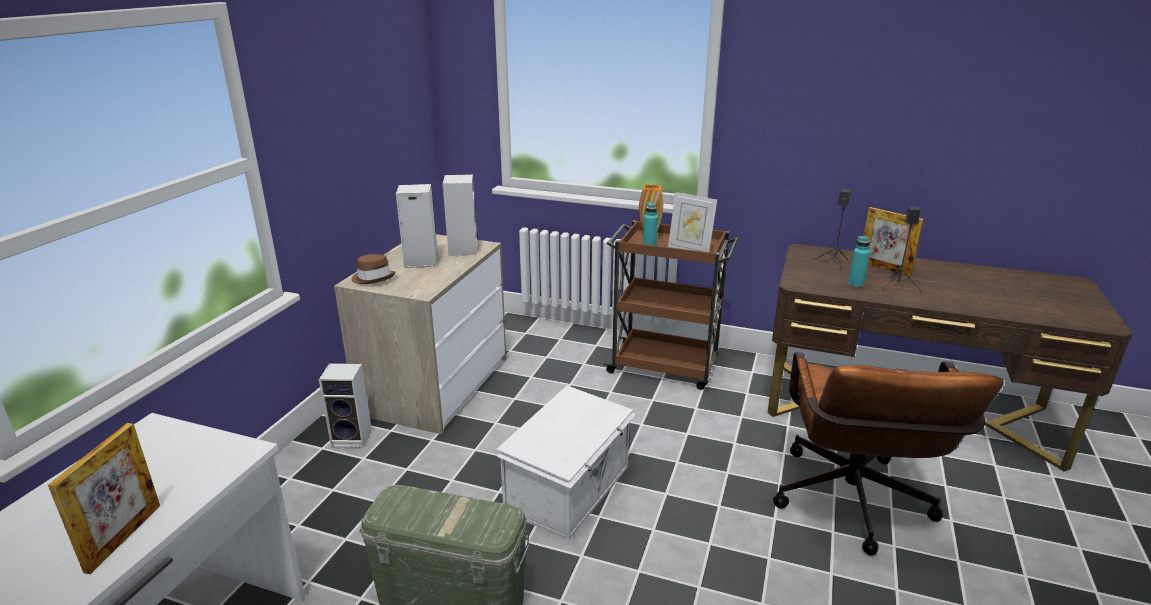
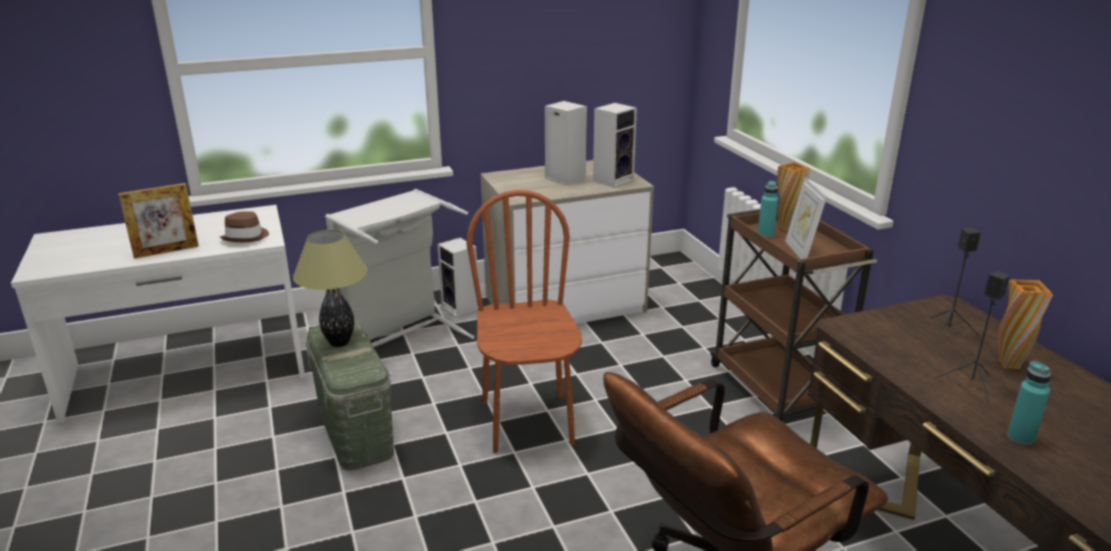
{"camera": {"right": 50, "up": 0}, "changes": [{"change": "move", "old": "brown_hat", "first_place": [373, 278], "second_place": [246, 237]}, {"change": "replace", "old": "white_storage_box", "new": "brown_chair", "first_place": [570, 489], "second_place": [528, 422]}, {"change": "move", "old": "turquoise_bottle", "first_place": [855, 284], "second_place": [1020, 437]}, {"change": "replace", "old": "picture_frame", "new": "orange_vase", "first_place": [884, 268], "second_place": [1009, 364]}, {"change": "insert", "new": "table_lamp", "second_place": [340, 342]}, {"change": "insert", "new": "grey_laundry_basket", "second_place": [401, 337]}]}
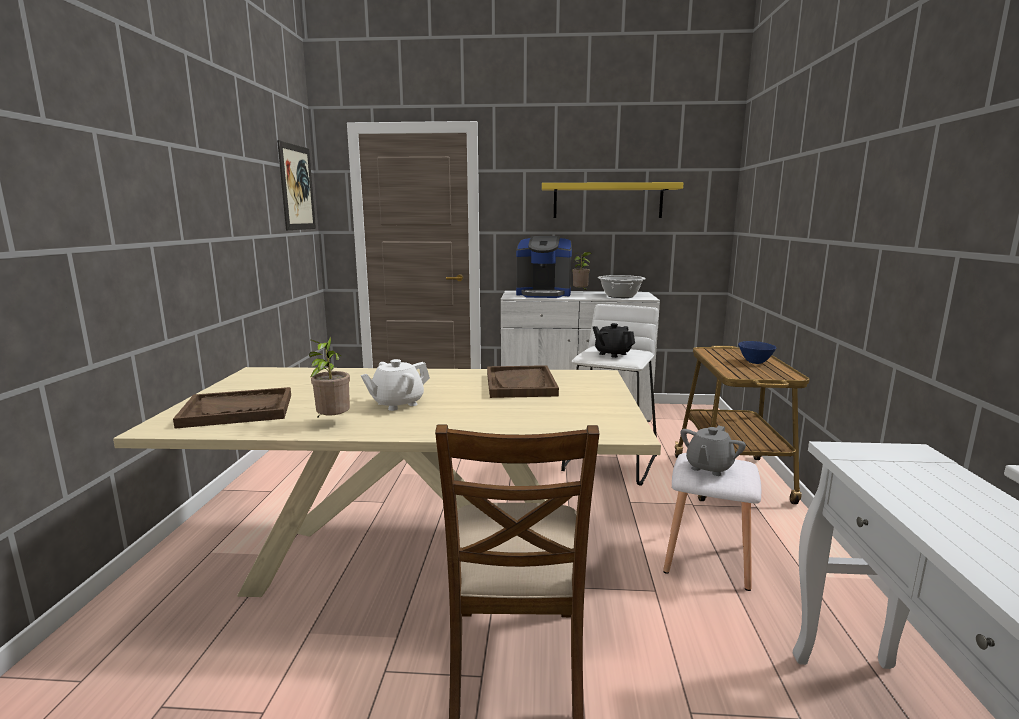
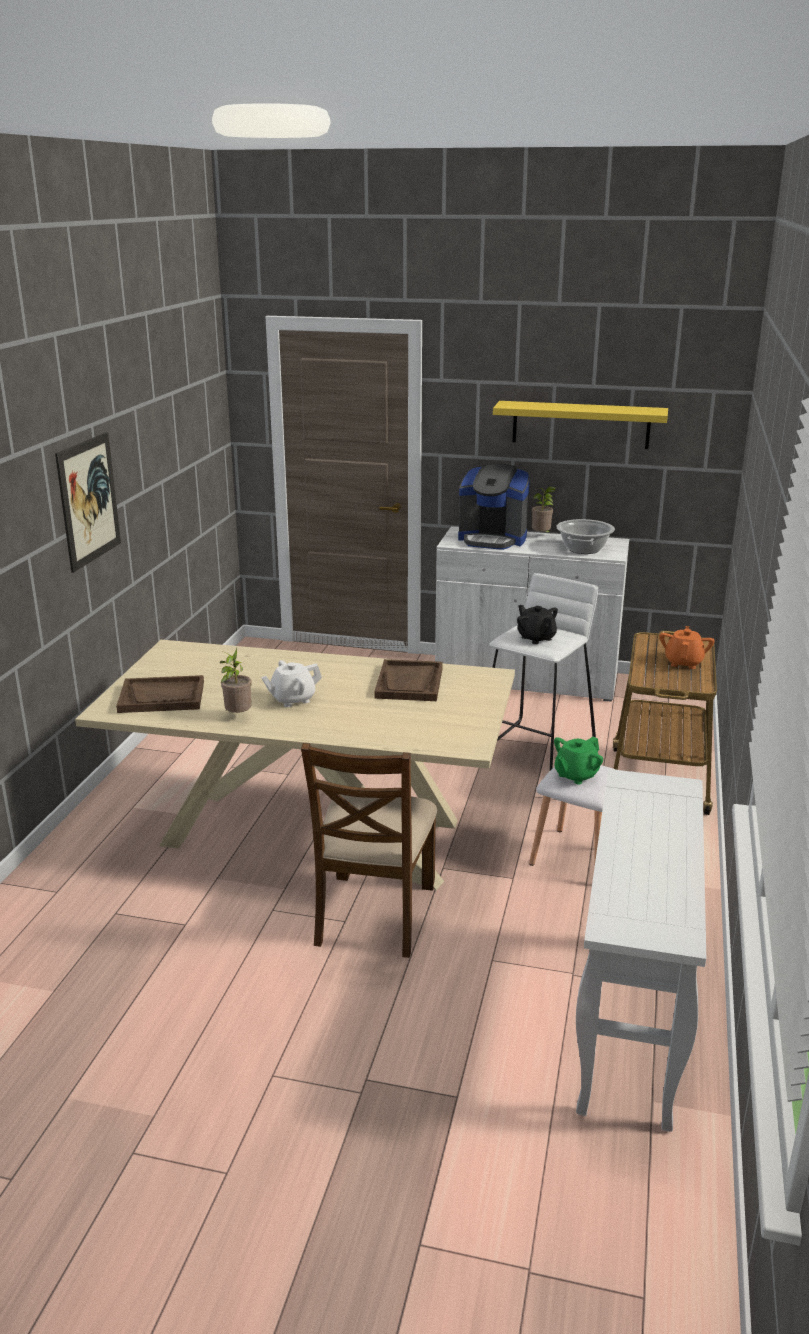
{"camera": {"right": 10, "up": 10}, "changes": [{"change": "move", "old": "picture", "first_place": [297, 187], "second_place": [89, 501]}, {"change": "recolor", "old": "grey_teapot", "new": "green_teapot", "first_place": [709, 467], "second_place": [576, 775]}, {"change": "replace", "old": "blue_bowl", "new": "orange_teapot", "first_place": [755, 362], "second_place": [683, 662]}]}
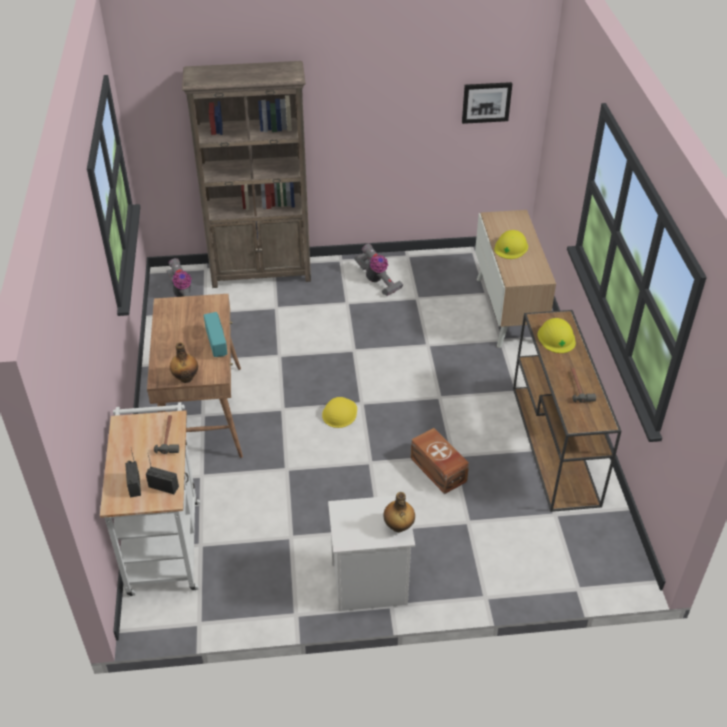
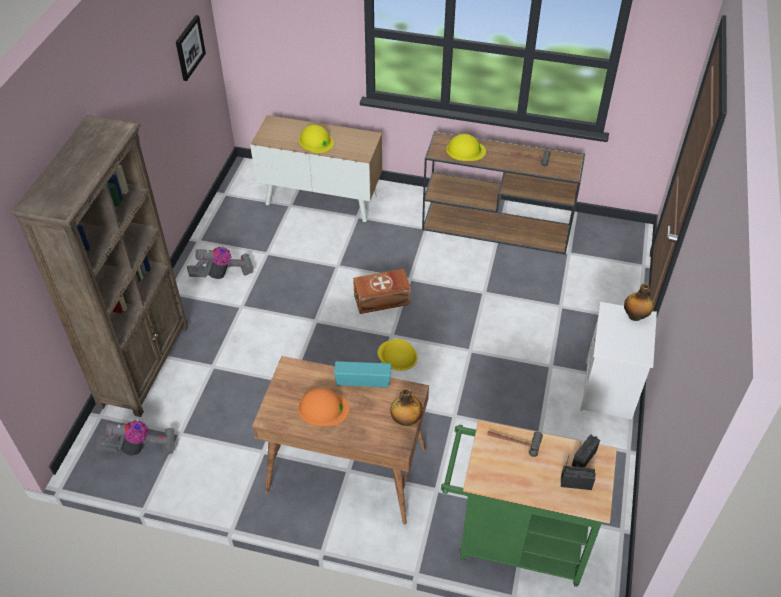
{"camera": {"right": -70, "up": 5}, "changes": [{"change": "recolor", "old": "white_cart", "new": "green_cart", "first_place": [164, 541], "second_place": [514, 541]}, {"change": "move", "old": "brown_storage_box", "first_place": [438, 470], "second_place": [382, 300]}, {"change": "insert", "new": "orange_hard_hat", "second_place": [323, 408]}]}
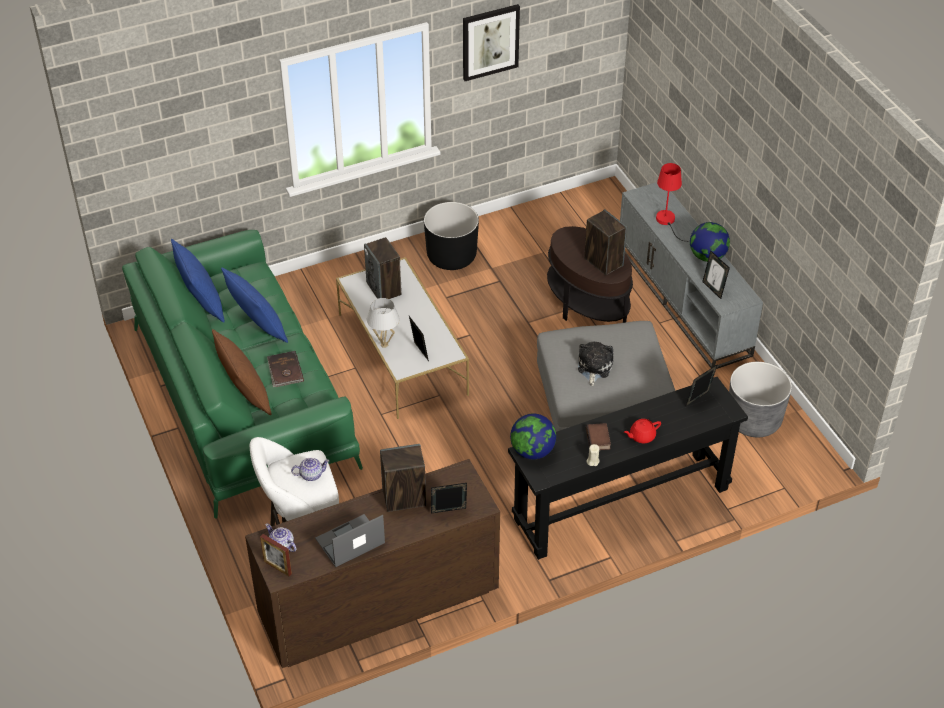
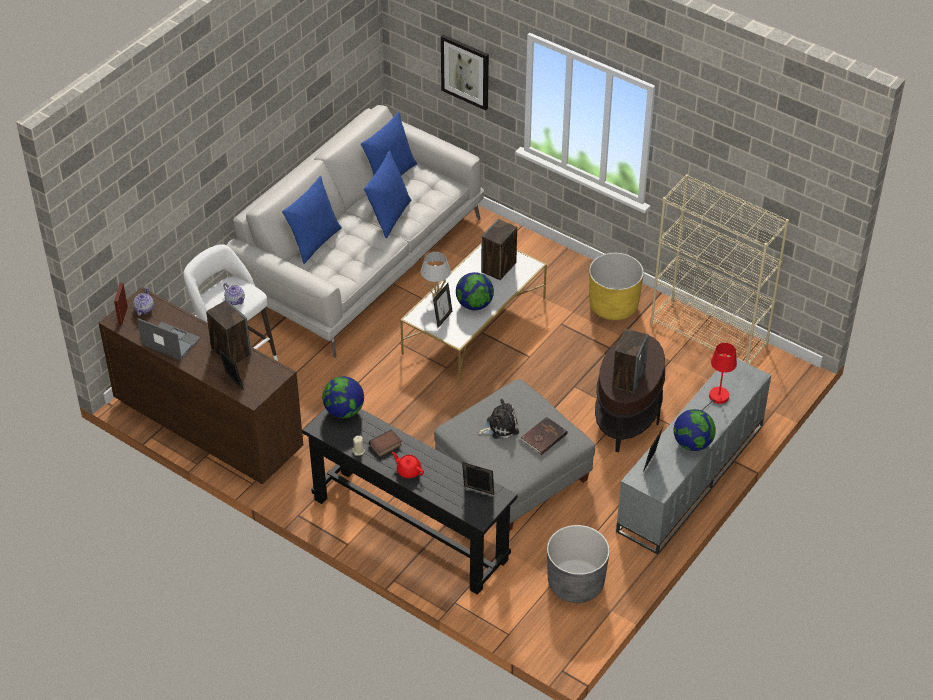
{"camera": {"right": 60, "up": 0}, "changes": [{"change": "recolor", "old": "green_sofa", "new": "white_sofa", "first_place": [242, 394], "second_place": [360, 258]}, {"change": "recolor", "old": "brown_pillow", "new": "blue_pillow", "first_place": [245, 395], "second_place": [314, 242]}, {"change": "move", "old": "brown_book", "first_place": [284, 371], "second_place": [543, 437]}, {"change": "recolor", "old": "black_planter", "new": "yellow_planter", "first_place": [451, 256], "second_place": [613, 306]}, {"change": "move", "old": "picture", "first_place": [490, 42], "second_place": [465, 71]}, {"change": "insert", "new": "globe", "second_place": [474, 305]}, {"change": "insert", "new": "beige_bookcase", "second_place": [709, 334]}]}
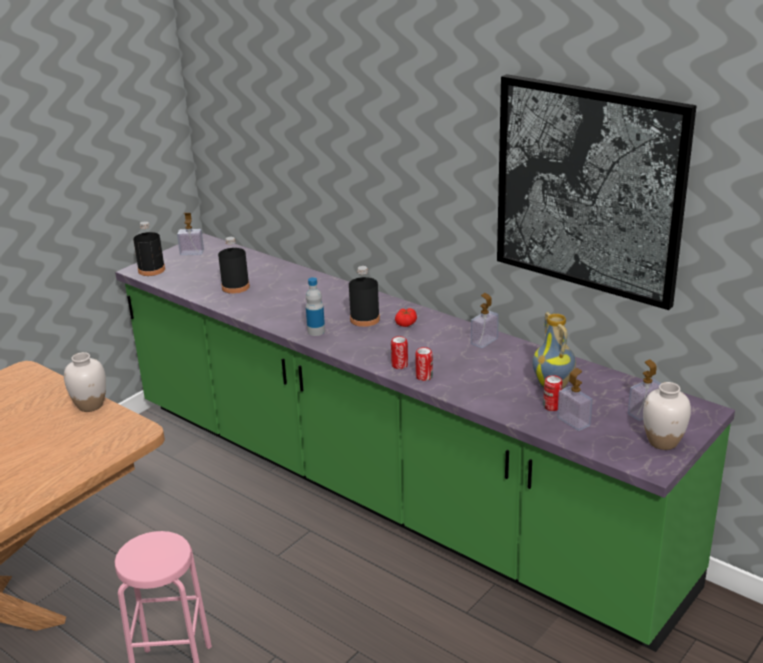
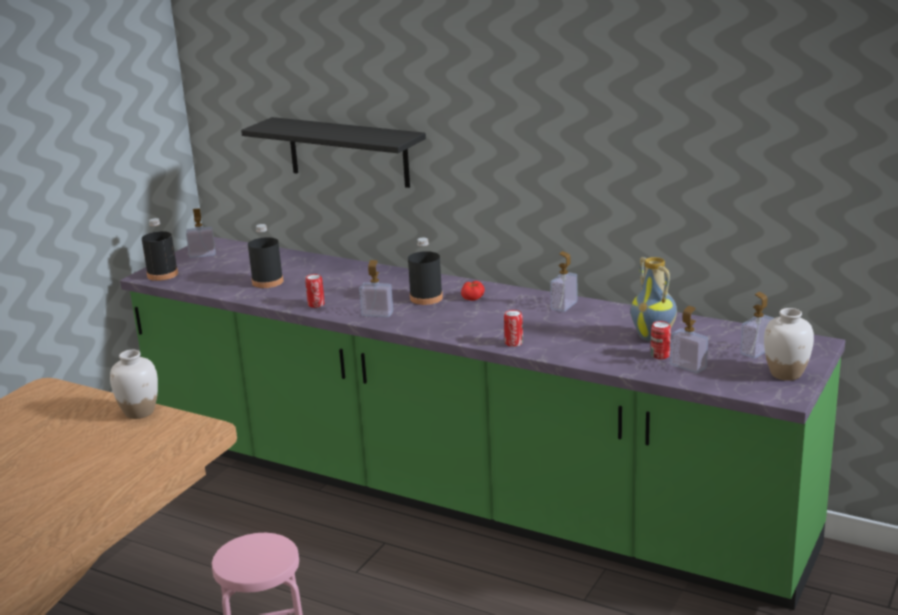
{"camera": {"right": -10, "up": -5}, "changes": [{"change": "replace", "old": "bottle", "new": "soap_dispenser", "first_place": [316, 331], "second_place": [377, 314]}, {"change": "move", "old": "can", "first_place": [399, 365], "second_place": [316, 304]}, {"change": "delete", "old": "picture", "first_place": [589, 189]}, {"change": "insert", "new": "black_shelf", "second_place": [348, 152]}]}
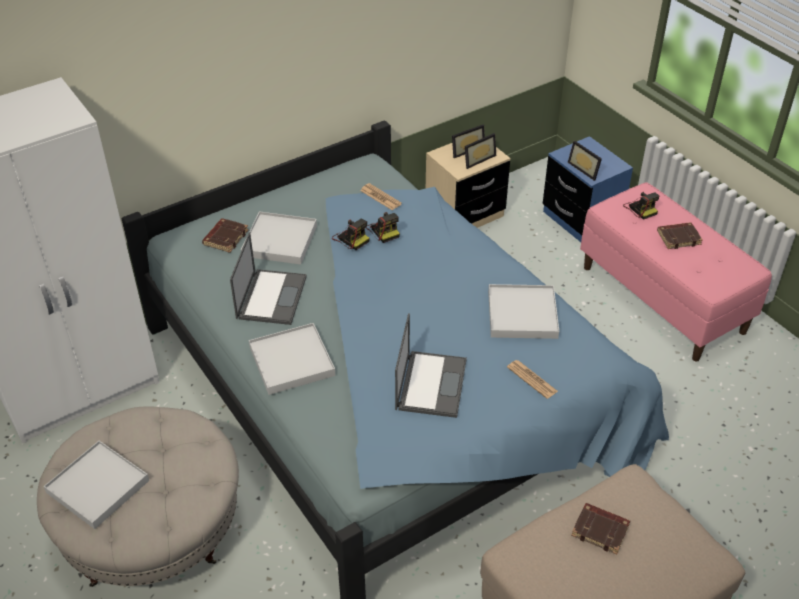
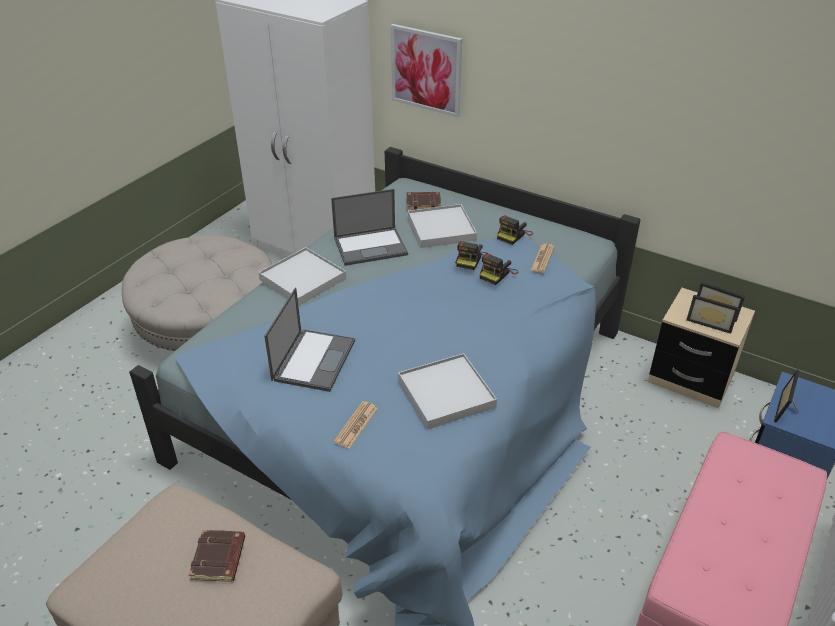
{"camera": {"right": 65, "up": -5}, "changes": [{"change": "delete", "old": "white_tray", "first_place": [98, 486]}, {"change": "rotate", "old": "laptop", "first_place": [431, 383], "second_place": [314, 359], "degrees": -60}, {"change": "move", "old": "photo_camera", "first_place": [640, 208], "second_place": [513, 235]}, {"change": "delete", "old": "brown_book", "first_place": [679, 238]}, {"change": "insert", "new": "picture", "second_place": [426, 70]}]}
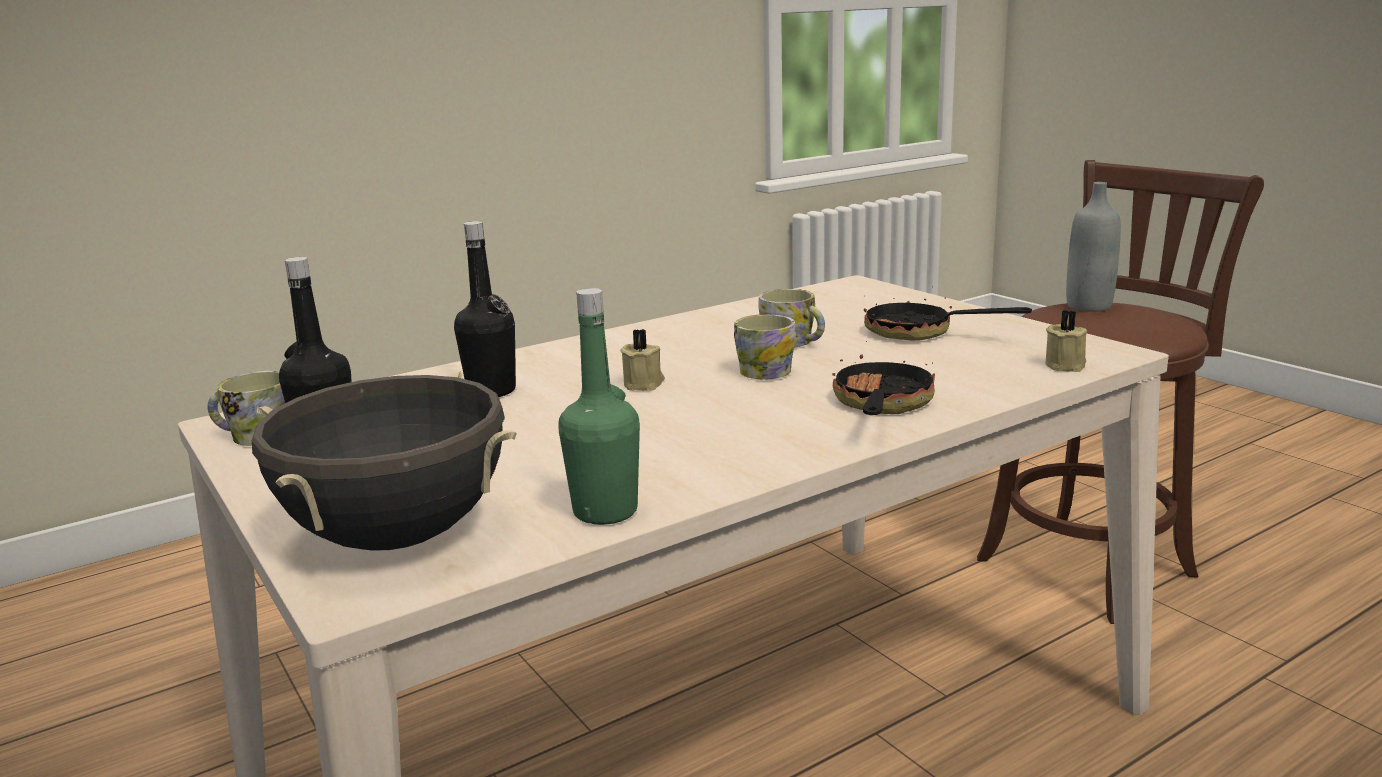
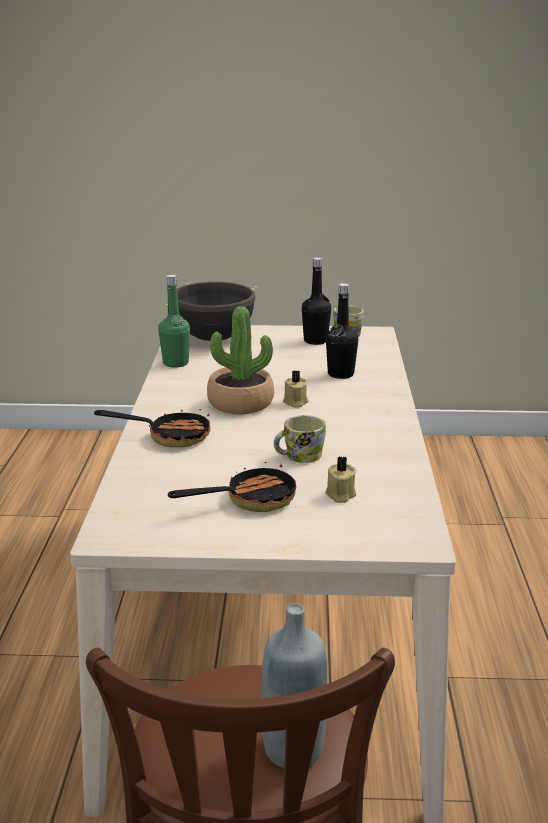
{"camera": {"right": 125, "up": 5}, "changes": [{"change": "delete", "old": "mug", "first_place": [763, 370]}, {"change": "rotate", "old": "frying_pan", "first_place": [881, 405], "second_place": [170, 436], "degrees": -45}, {"change": "move", "old": "beige_candle", "first_place": [1066, 365], "second_place": [340, 495]}, {"change": "insert", "new": "potted_plant", "second_place": [240, 403]}]}
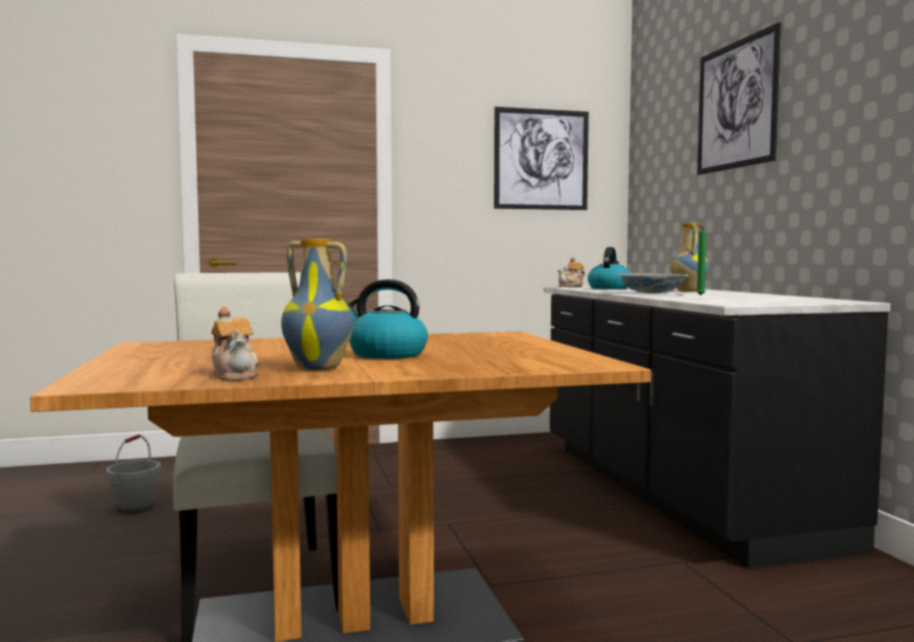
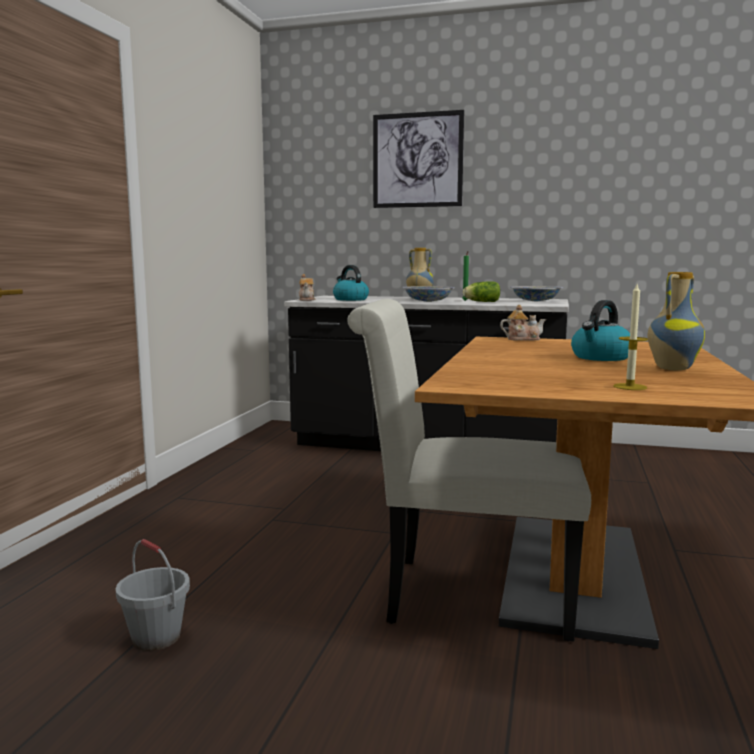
{"camera": {"right": -60, "up": 5}, "changes": [{"change": "move", "old": "teapot", "first_place": [236, 375], "second_place": [522, 339]}, {"change": "delete", "old": "picture", "first_place": [541, 159]}, {"change": "insert", "new": "lettuce", "second_place": [480, 302]}, {"change": "insert", "new": "bowl", "second_place": [535, 301]}, {"change": "insert", "new": "candle", "second_place": [630, 387]}]}
